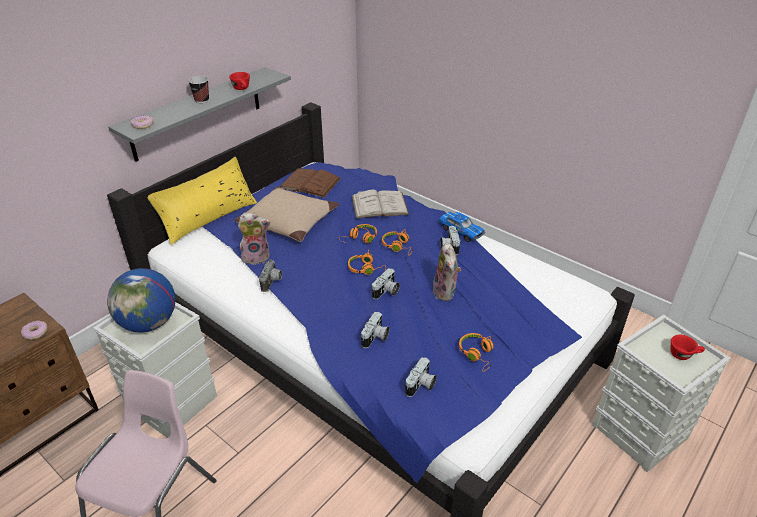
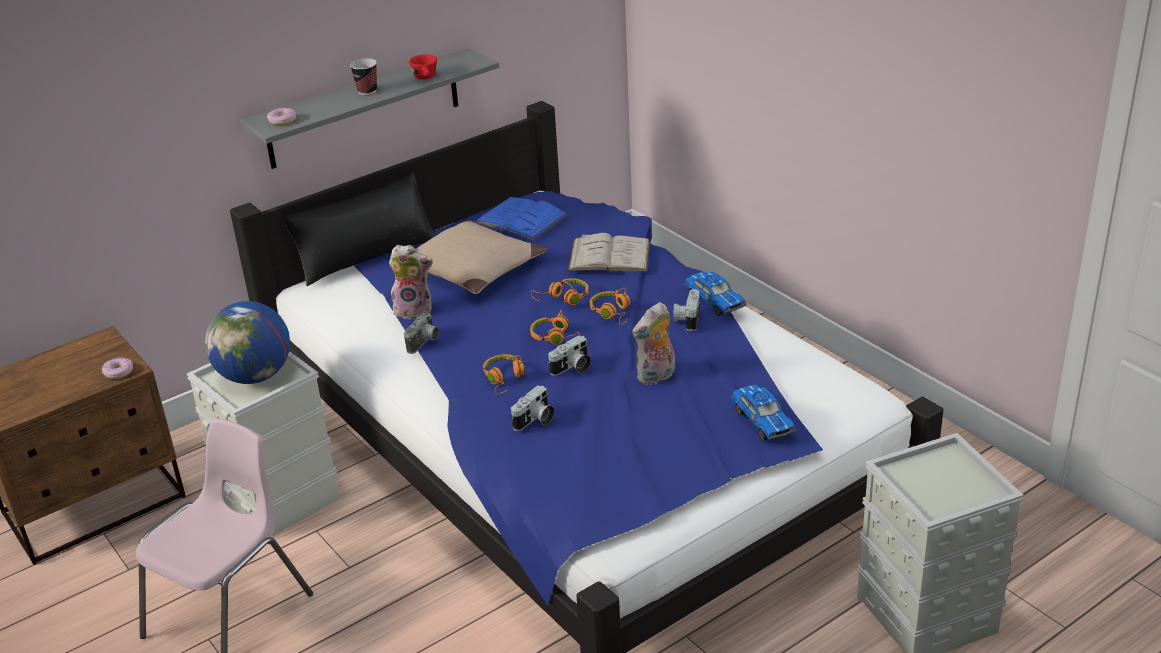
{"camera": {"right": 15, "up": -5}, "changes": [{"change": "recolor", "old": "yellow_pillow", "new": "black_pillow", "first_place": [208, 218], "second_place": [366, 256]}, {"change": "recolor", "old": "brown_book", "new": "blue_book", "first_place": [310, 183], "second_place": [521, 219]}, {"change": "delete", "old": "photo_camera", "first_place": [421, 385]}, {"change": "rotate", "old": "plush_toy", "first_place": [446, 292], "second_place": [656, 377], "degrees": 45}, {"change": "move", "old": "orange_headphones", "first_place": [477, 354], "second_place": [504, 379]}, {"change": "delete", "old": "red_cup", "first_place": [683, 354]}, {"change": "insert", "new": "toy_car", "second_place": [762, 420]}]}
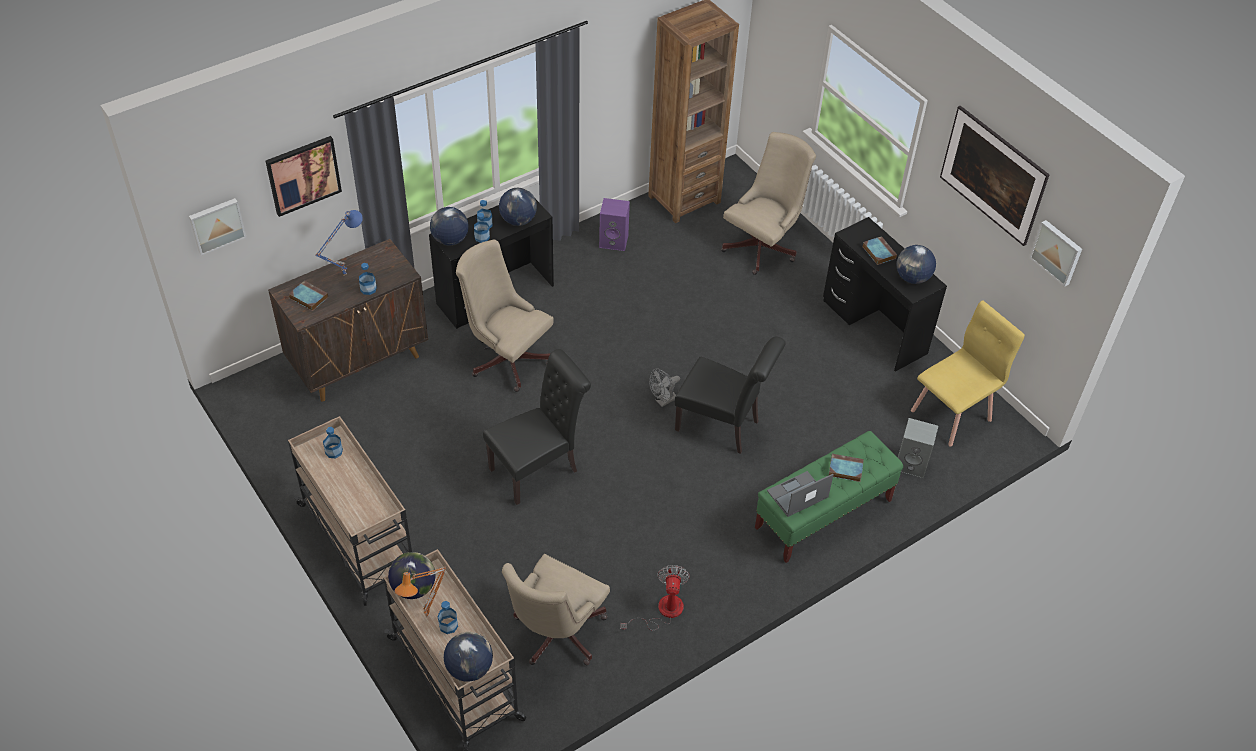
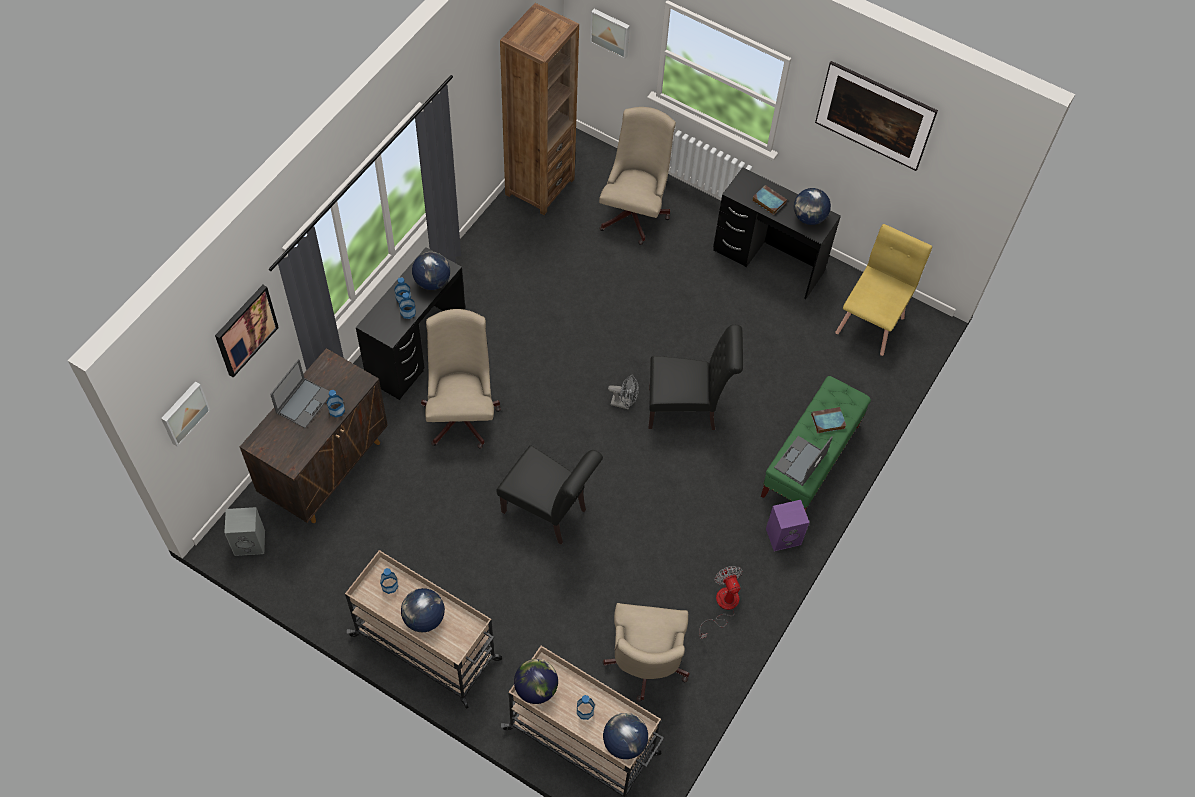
{"camera": {"right": -25, "up": 10}, "changes": [{"change": "delete", "old": "book", "first_place": [308, 297]}, {"change": "replace", "old": "blue_table_lamp", "new": "laptop", "first_place": [344, 274], "second_place": [304, 402]}, {"change": "delete", "old": "orange_table_lamp", "first_place": [428, 617]}, {"change": "move", "old": "globe", "first_place": [450, 240], "second_place": [424, 618]}, {"change": "rotate", "old": "beige_office_chair", "first_place": [506, 358], "second_place": [461, 413], "degrees": 75}, {"change": "rotate", "old": "black_chair", "first_place": [538, 468], "second_place": [549, 512], "degrees": 90}, {"change": "move", "old": "purple_speaker", "first_place": [614, 241], "second_place": [784, 535]}, {"change": "rotate", "old": "grey_fan", "first_place": [663, 401], "second_place": [624, 403], "degrees": -105}, {"change": "move", "old": "grey_speaker", "first_place": [912, 464], "second_place": [250, 542]}, {"change": "move", "old": "picture", "first_place": [1057, 252], "second_place": [610, 32]}]}
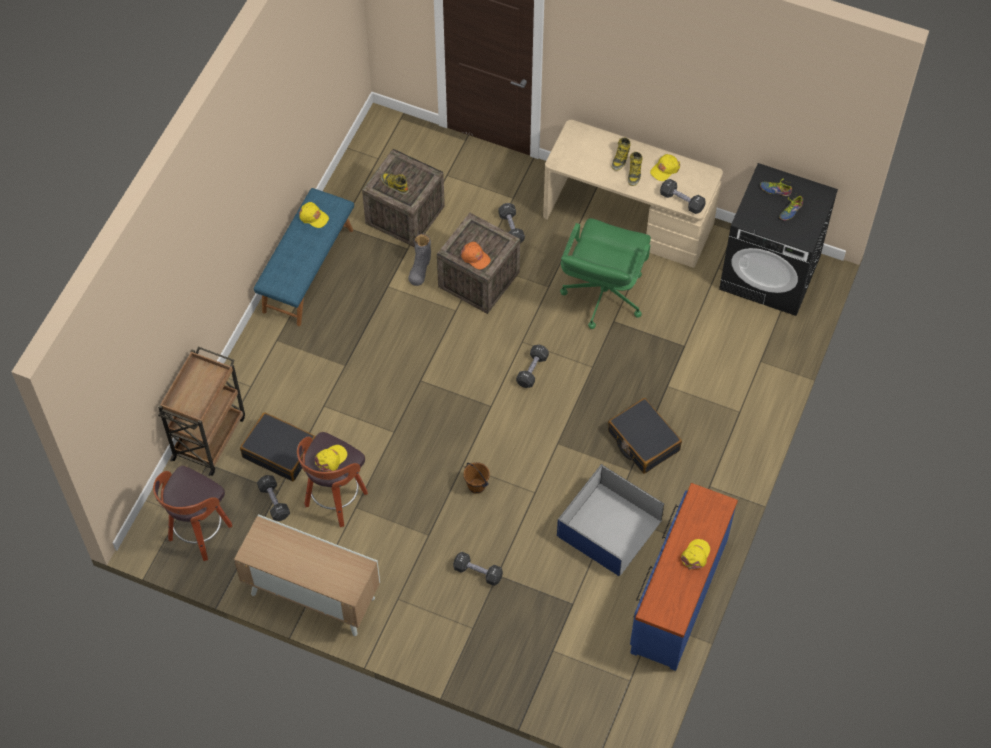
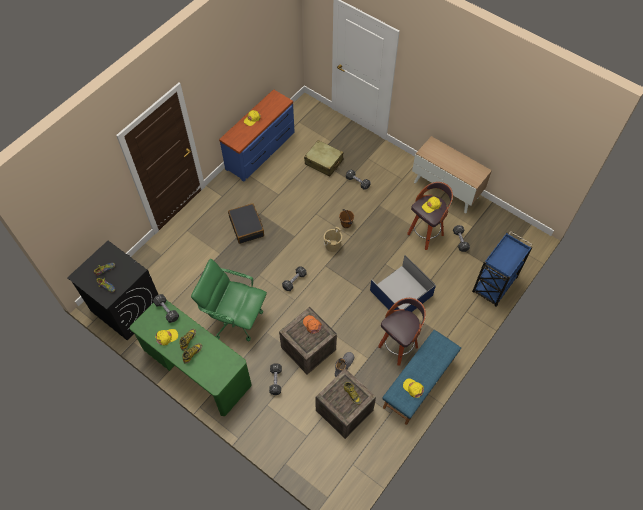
{"camera": {"right": -165, "up": 0}, "changes": [{"change": "move", "old": "stool", "first_place": [199, 534], "second_place": [398, 346]}, {"change": "recolor", "old": "brown_cart", "new": "blue_cart", "first_place": [209, 437], "second_place": [494, 286]}, {"change": "delete", "old": "black_suitcase", "first_place": [280, 451]}, {"change": "recolor", "old": "beige_desk", "new": "green_desk", "first_place": [628, 219], "second_place": [196, 368]}, {"change": "move", "old": "blue_storage_box", "first_place": [608, 529], "second_place": [401, 292]}, {"change": "rotate", "old": "green_office_chair", "first_place": [602, 295], "second_place": [234, 318], "degrees": -105}, {"change": "insert", "new": "beige_suitcase", "second_place": [324, 162]}, {"change": "insert", "new": "beige_bucket", "second_place": [332, 245]}]}
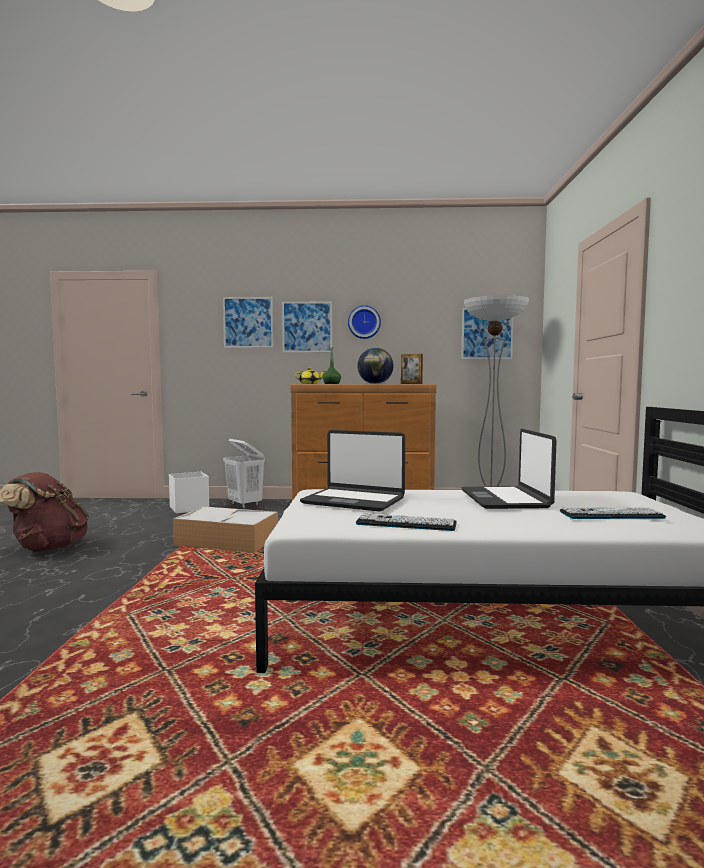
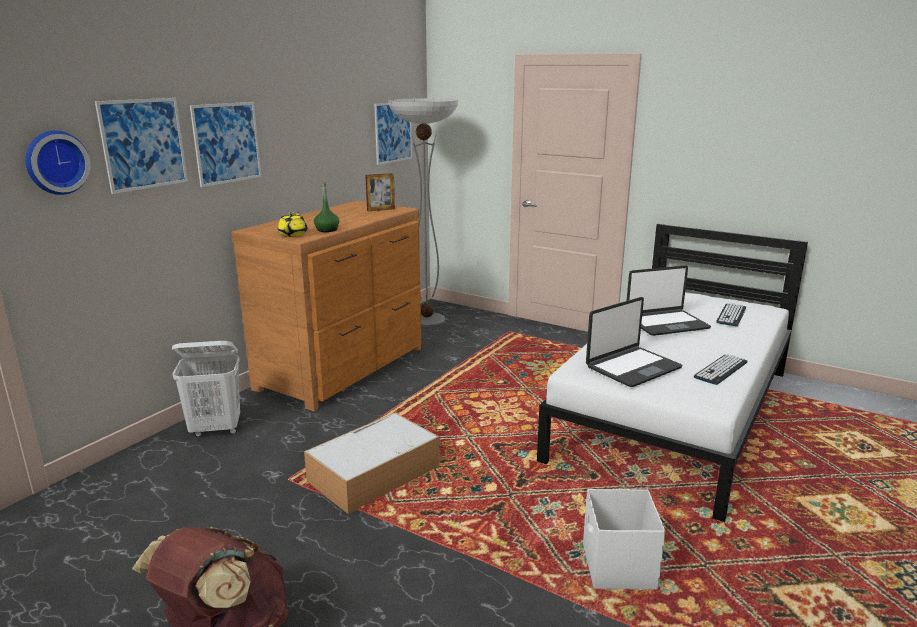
{"camera": {"right": -60, "up": 15}, "changes": [{"change": "move", "old": "white_storage_box", "first_place": [188, 508], "second_place": [618, 567]}, {"change": "move", "old": "wall_clock", "first_place": [364, 322], "second_place": [55, 162]}, {"change": "delete", "old": "globe", "first_place": [375, 383]}, {"change": "rotate", "old": "laptop", "first_place": [505, 499], "second_place": [666, 323], "degrees": -45}]}
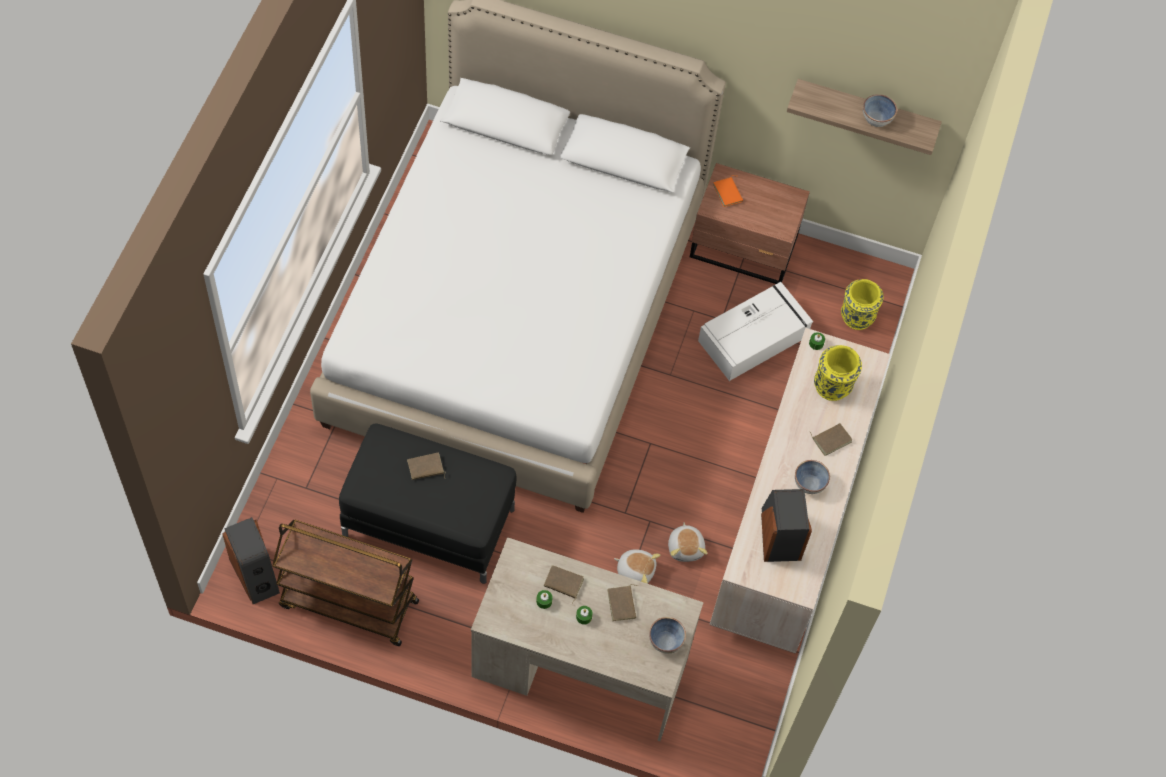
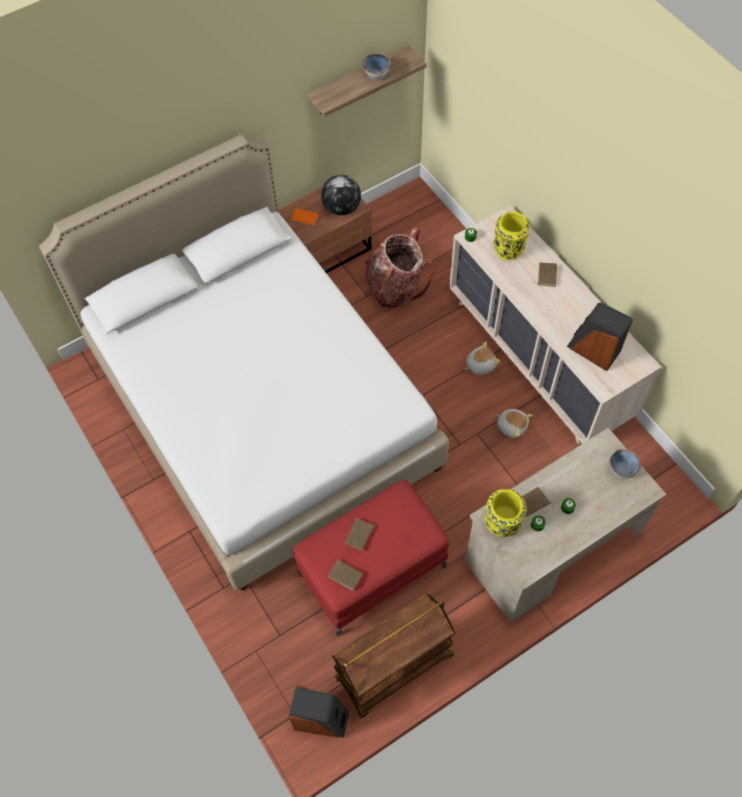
{"camera": {"right": -45, "up": 0}, "changes": [{"change": "recolor", "old": "black_ottoman", "new": "red_ottoman", "first_place": [430, 522], "second_place": [373, 569]}, {"change": "move", "old": "brown_book", "first_place": [623, 604], "second_place": [346, 574]}, {"change": "move", "old": "plush_toy", "first_place": [636, 570], "second_place": [480, 364]}, {"change": "replace", "old": "white_storage_box", "new": "backpack", "first_place": [754, 338], "second_place": [395, 287]}, {"change": "delete", "old": "bowl", "first_place": [809, 483]}, {"change": "move", "old": "yellow_vase", "first_place": [856, 317], "second_place": [502, 523]}, {"change": "insert", "new": "globe", "second_place": [341, 208]}]}
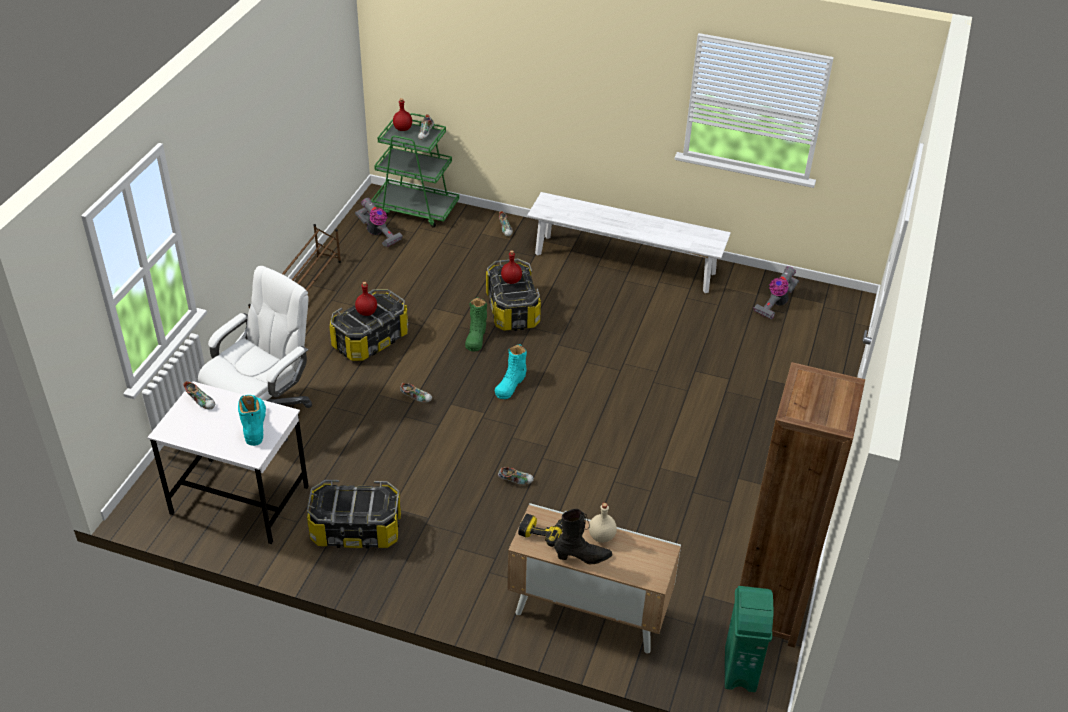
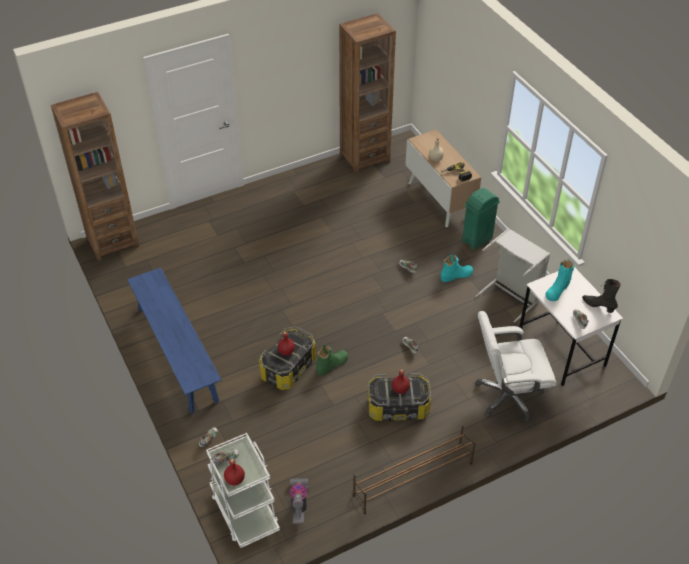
{"camera": {"right": -135, "up": 5}, "changes": [{"change": "replace", "old": "storage_box", "new": "grey_laundry_basket", "first_place": [356, 530], "second_place": [511, 295]}, {"change": "recolor", "old": "green_cart", "new": "white_cart", "first_place": [416, 209], "second_place": [244, 511]}, {"change": "move", "old": "turquoise_boot", "first_place": [511, 384], "second_place": [456, 275]}, {"change": "recolor", "old": "white_bench", "new": "blue_bench", "first_place": [624, 263], "second_place": [177, 353]}, {"change": "move", "old": "black_boot", "first_place": [583, 557], "second_place": [598, 306]}, {"change": "move", "old": "green_trash_can", "first_place": [740, 669], "second_place": [476, 240]}, {"change": "delete", "old": "vacuum_cleaner", "first_place": [775, 304]}, {"change": "insert", "new": "brown_bookcase", "second_place": [113, 242]}]}
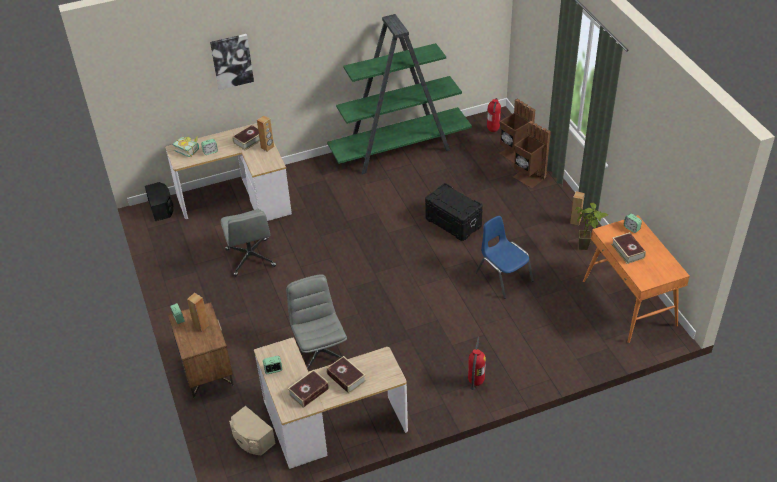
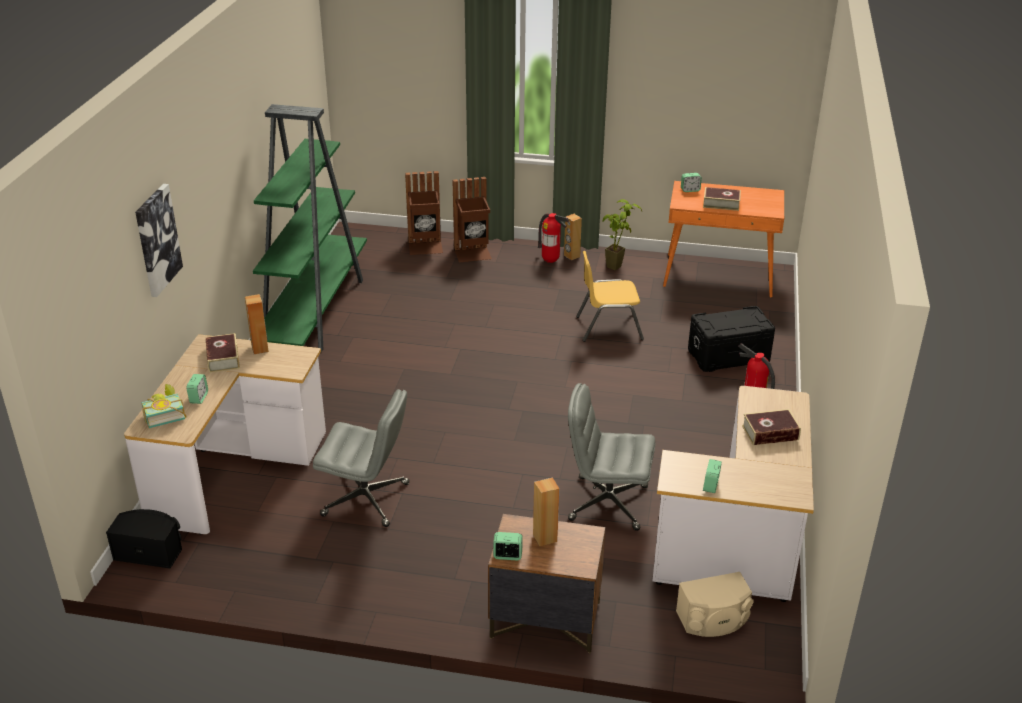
{"camera": {"right": -60, "up": -10}, "changes": [{"change": "delete", "old": "book", "first_place": [309, 392]}, {"change": "move", "old": "black_storage_box", "first_place": [453, 223], "second_place": [728, 356]}, {"change": "recolor", "old": "blue_chair", "new": "yellow_chair", "first_place": [503, 277], "second_place": [608, 327]}, {"change": "move", "old": "fire_extinguisher", "first_place": [493, 130], "second_place": [551, 261]}]}
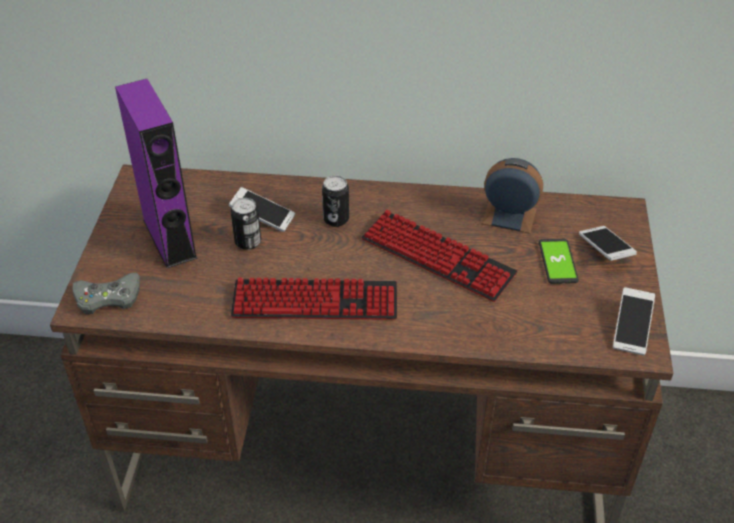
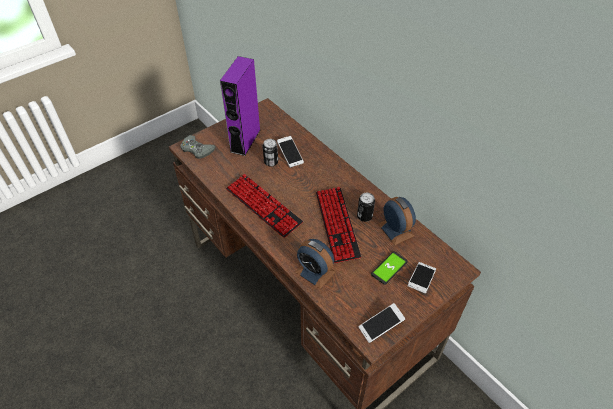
{"camera": {"right": 45, "up": 5}, "changes": [{"change": "move", "old": "can", "first_place": [336, 219], "second_place": [364, 216]}, {"change": "insert", "new": "alarm_clock", "second_place": [315, 272]}]}
